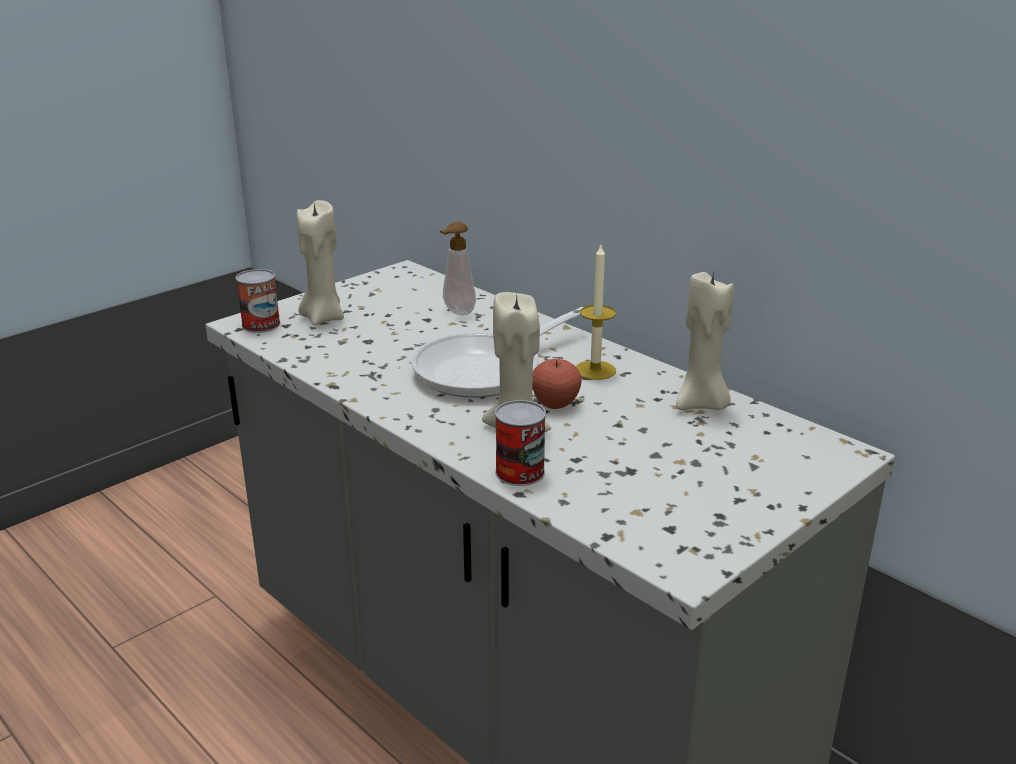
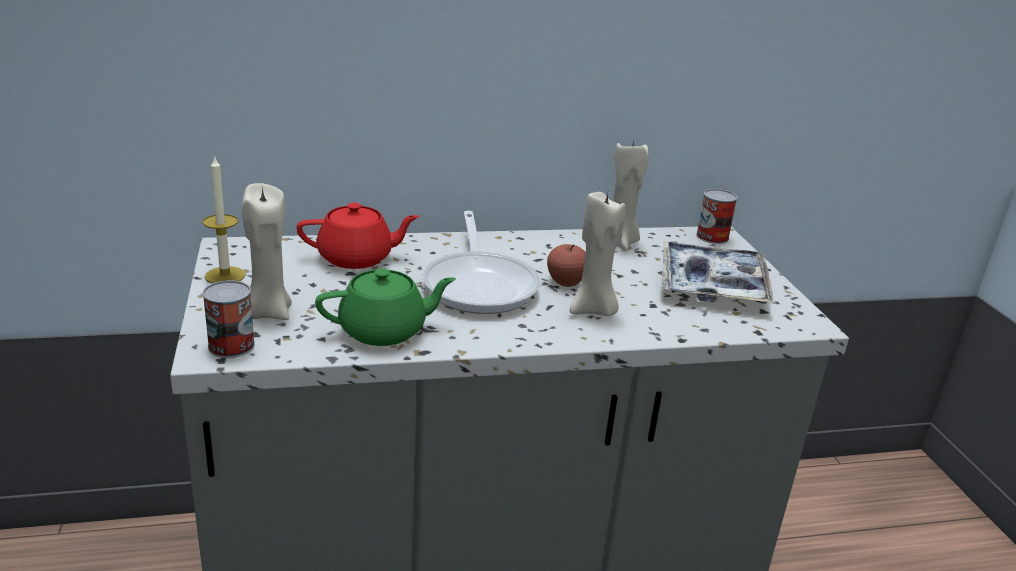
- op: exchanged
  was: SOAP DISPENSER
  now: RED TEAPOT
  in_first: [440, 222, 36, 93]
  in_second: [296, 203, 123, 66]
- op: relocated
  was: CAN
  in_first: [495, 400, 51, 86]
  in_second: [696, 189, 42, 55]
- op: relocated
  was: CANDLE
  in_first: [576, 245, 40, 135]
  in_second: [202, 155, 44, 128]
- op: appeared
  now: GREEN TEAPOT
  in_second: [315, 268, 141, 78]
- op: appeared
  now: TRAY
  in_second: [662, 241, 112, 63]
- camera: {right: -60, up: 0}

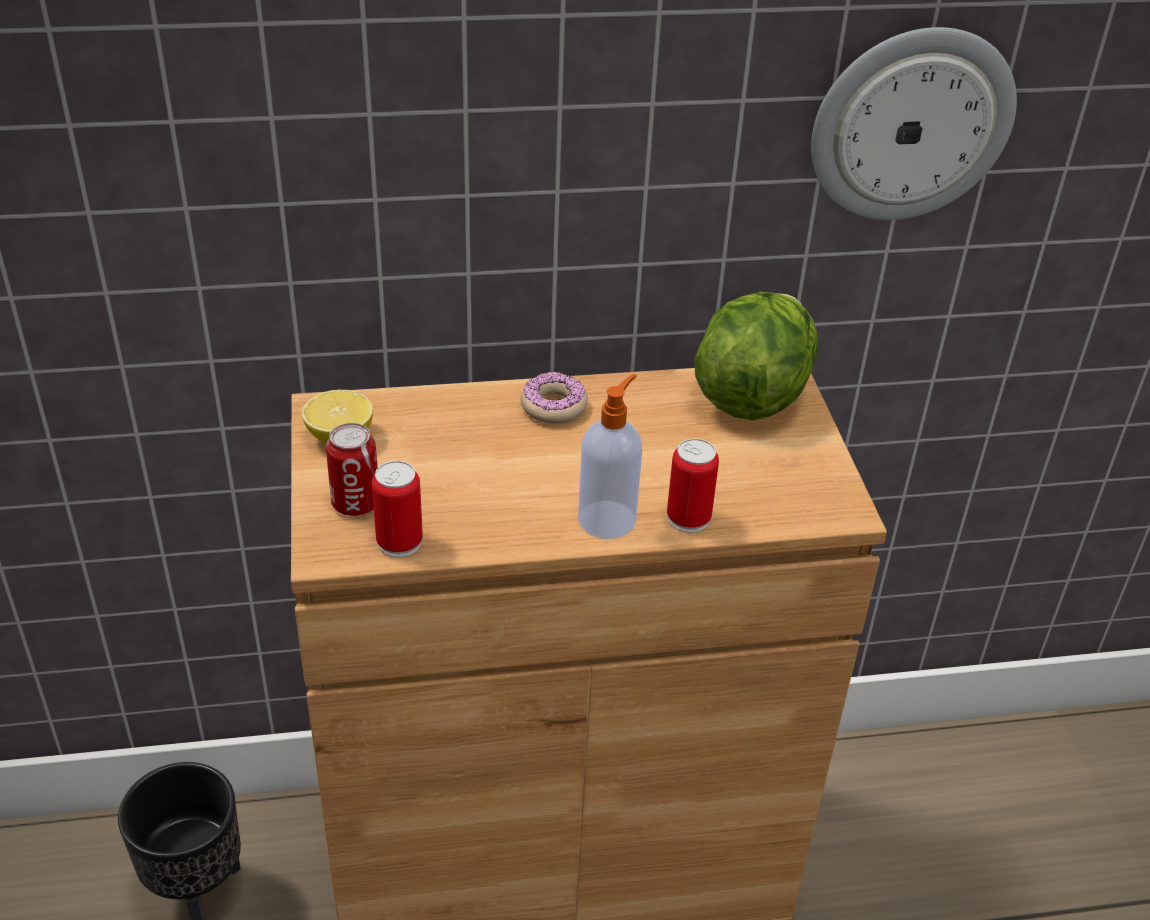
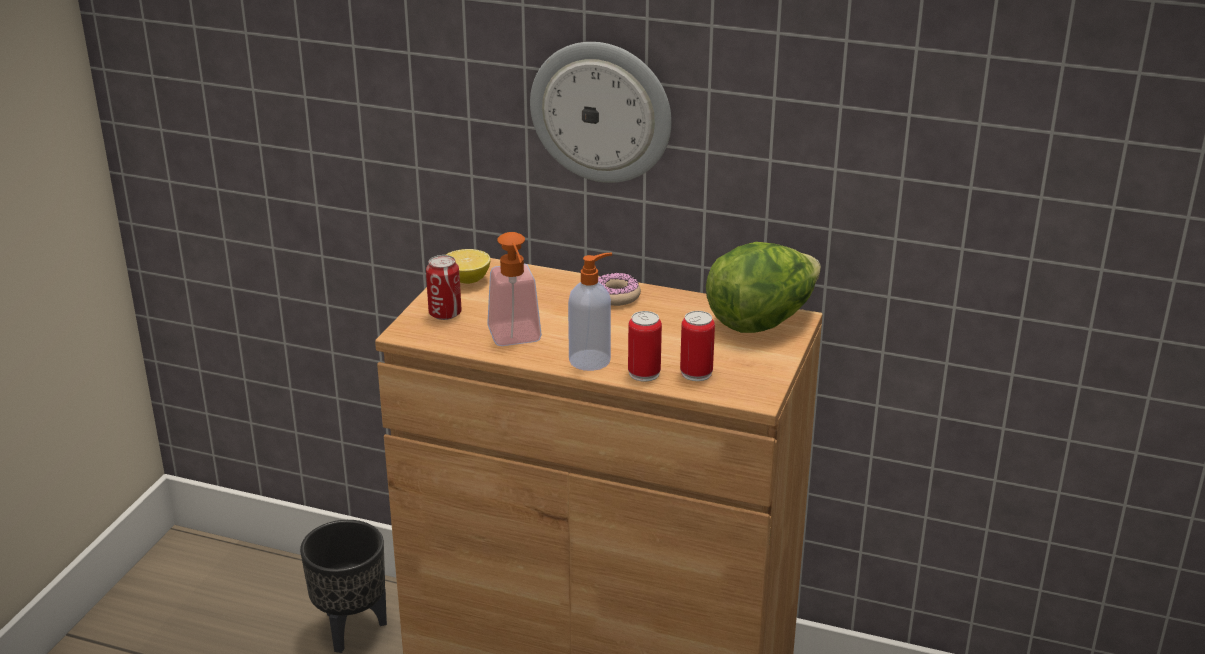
- op: relocated
  was: CAN
  in_first: [372, 461, 51, 96]
  in_second: [680, 311, 35, 70]
- op: relocated
  was: WALL CLOCK
  in_first: [811, 27, 206, 193]
  in_second: [530, 42, 142, 141]
- op: appeared
  now: SOAP DISPENSER
  in_second: [487, 232, 55, 114]
- camera: {right: 30, up: -10}

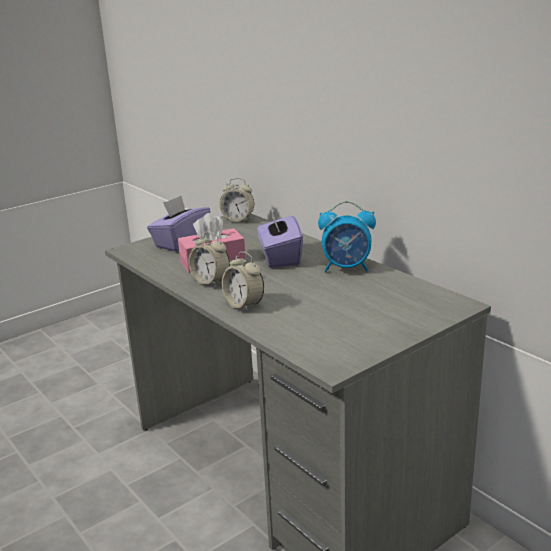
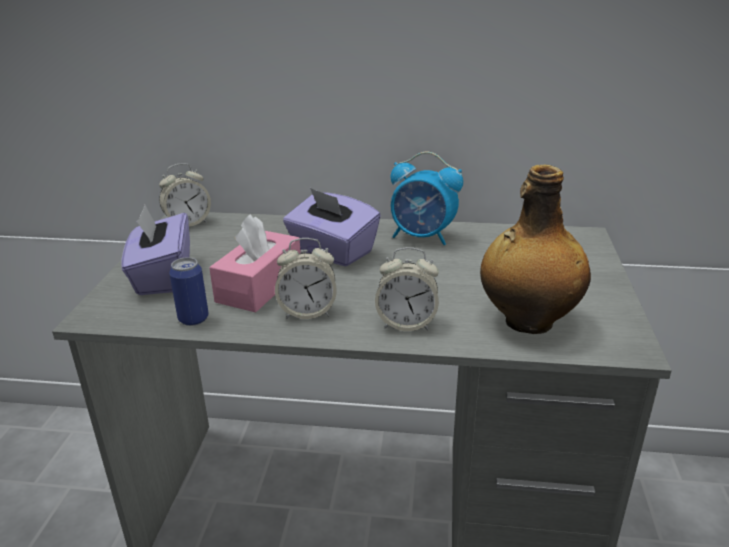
- op: spun
  was: ALARM CLOCK
  in_first: [318, 201, 58, 71]
  in_second: [391, 151, 72, 94]
  clockwise: 60
- op: appeared
  now: CAN
  in_second: [169, 257, 40, 69]
- op: appeared
  now: BOTTLE
  in_second: [480, 165, 111, 169]
- camera: {right: -45, up: 5}

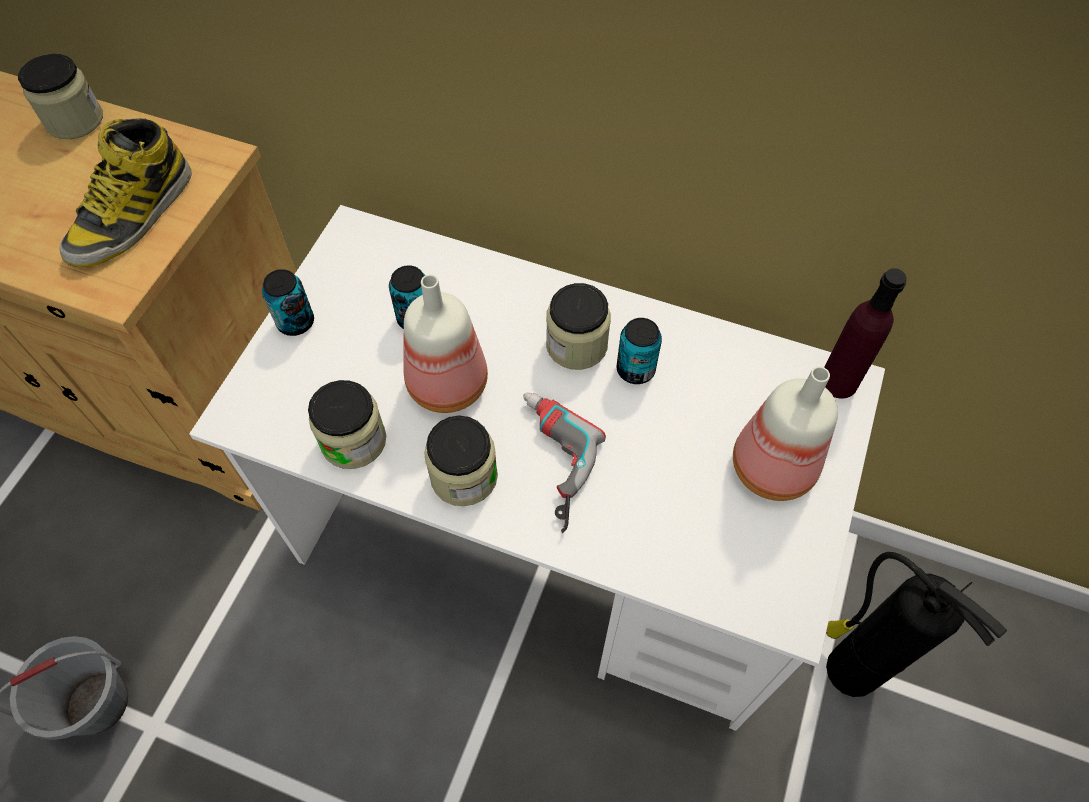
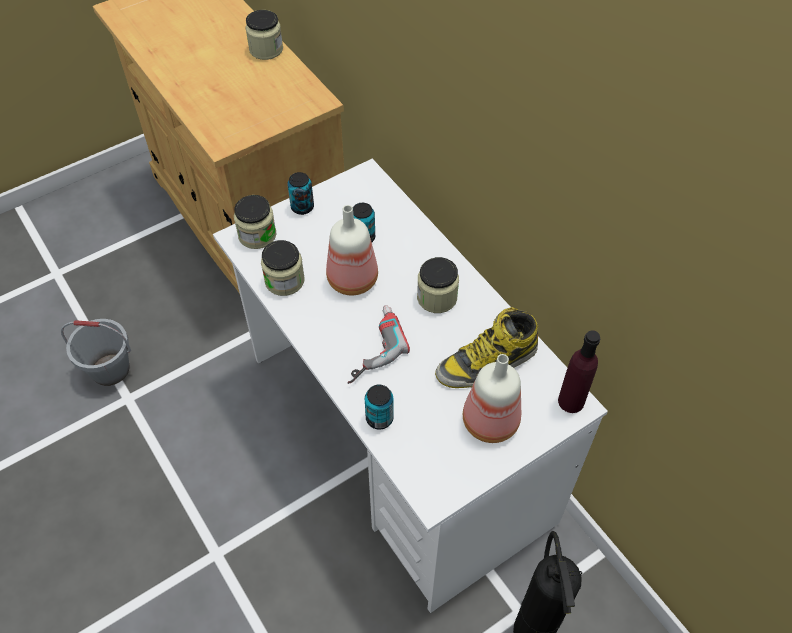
- op: relocated
  was: BOOT
  in_first: [59, 118, 133, 149]
  in_second: [435, 307, 104, 81]
- op: relocated
  was: JAR
  in_first: [424, 416, 74, 90]
  in_second: [234, 195, 43, 54]
- op: relocated
  was: CAN
  in_first: [616, 318, 46, 66]
  in_second: [365, 384, 29, 45]
- camera: {right: 35, up: -5}

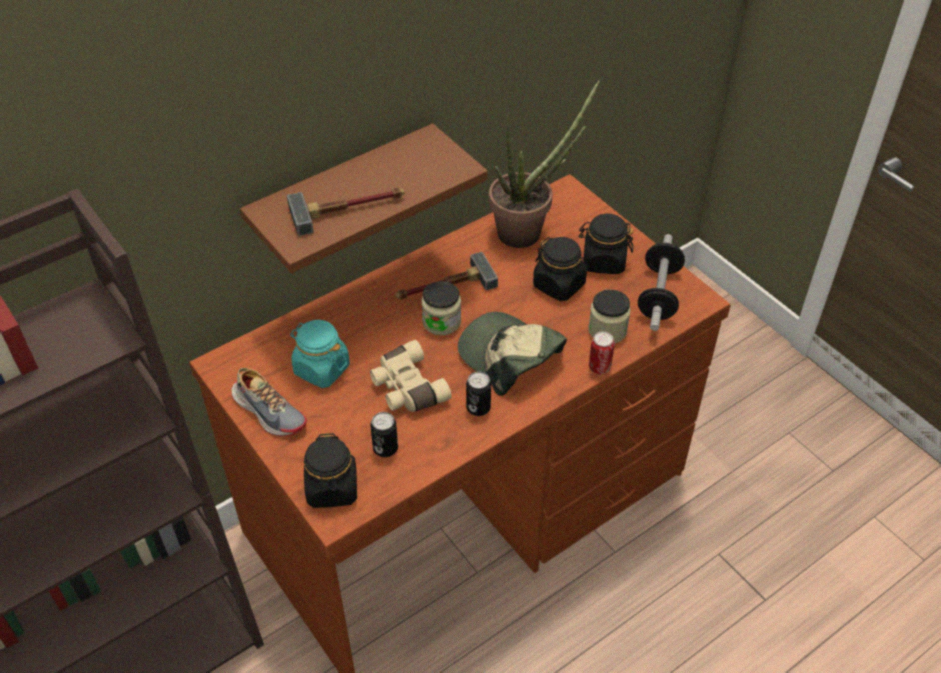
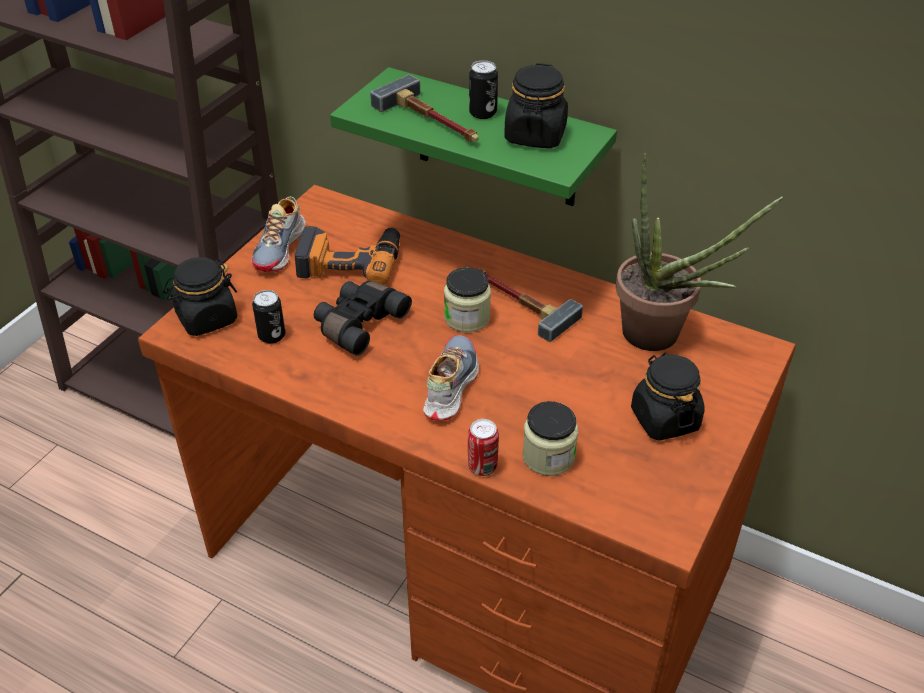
- op: colour
  was: BROWN SHELF
  now: GREEN SHELF
  in_first: [240, 123, 248, 150]
  in_second: [330, 67, 287, 139]
- op: exchanged
  was: TURQUOISE JAR
  now: POWER DRILL
  in_first: [290, 320, 60, 68]
  in_second: [294, 226, 106, 59]
- op: colour
  was: BEIGE BINOCULARS
  now: BLACK BINOCULARS
  in_first: [370, 340, 82, 72]
  in_second: [314, 281, 98, 75]
- op: exchanged
  was: CAP
  now: SHOE
  in_first: [458, 312, 109, 84]
  in_second: [423, 335, 56, 85]
- op: relocated
  was: CAN
  in_first: [466, 371, 25, 45]
  in_second: [469, 60, 29, 59]
- op: relocated
  was: BLACK JAR
  in_first: [533, 237, 55, 64]
  in_second: [504, 63, 64, 85]
- op: missing
  was: DUMBBELL
  in_first: [638, 234, 47, 97]
- camera: {right: 65, up: -5}

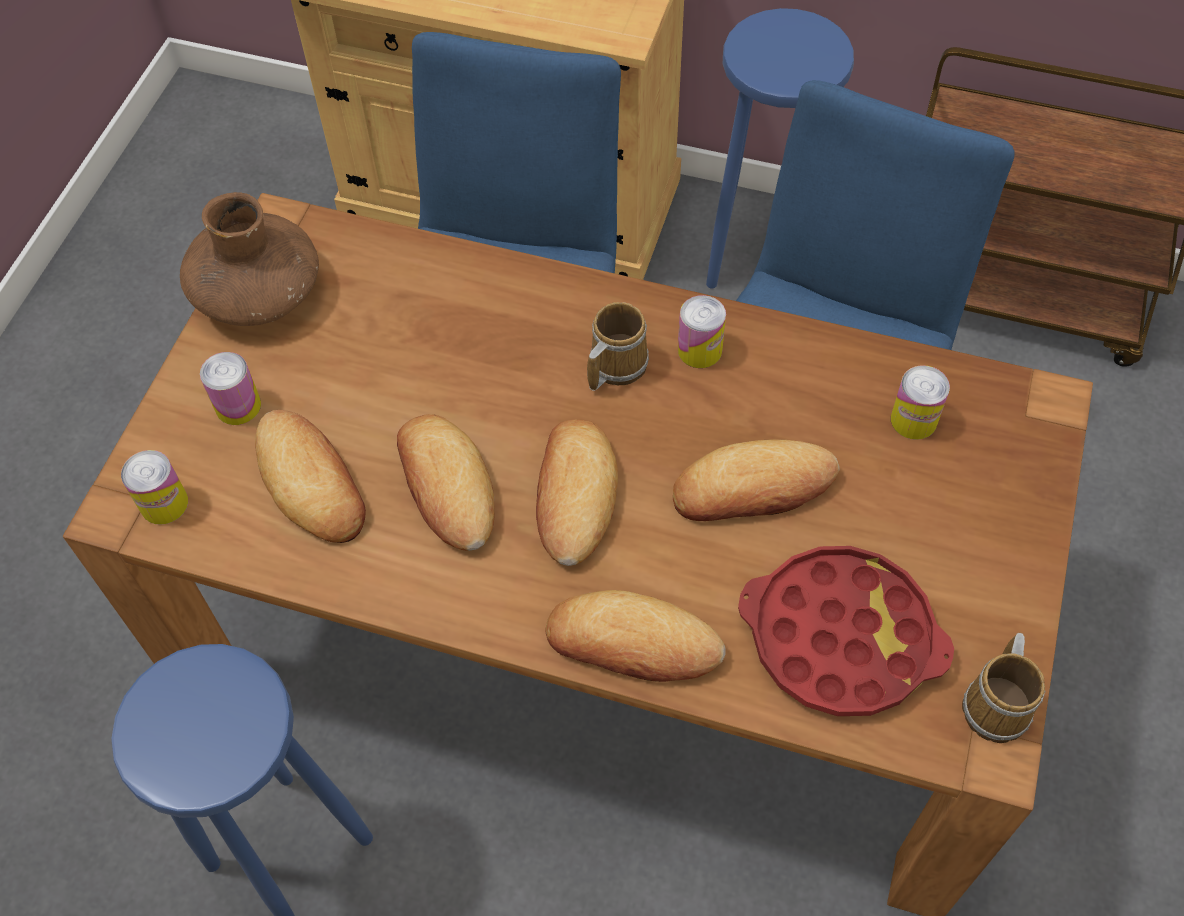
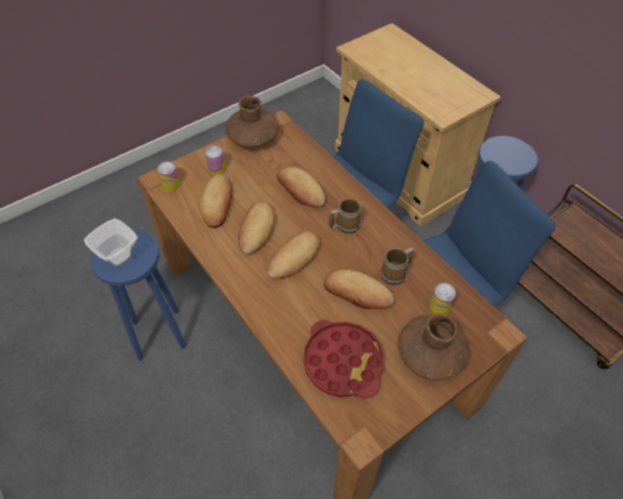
- op: relocated
  was: BREAD
  in_first: [545, 590, 181, 92]
  in_second: [277, 166, 49, 41]
- op: missing
  was: CAN
  in_first: [678, 295, 48, 73]
- op: relocated
  was: MUG
  in_first: [962, 633, 83, 110]
  in_second: [380, 248, 33, 37]
- op: appeared
  now: BOWL
  in_second: [84, 218, 54, 49]
- op: appeared
  now: BROWN VASE
  in_second: [398, 313, 71, 68]
- camera: {right: 35, up: -5}

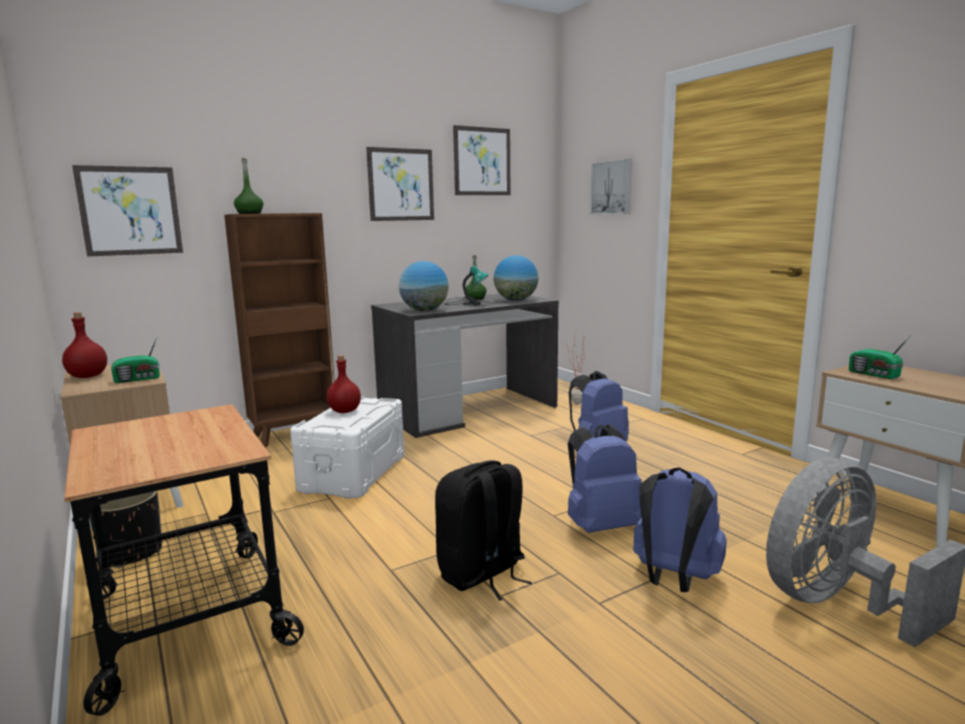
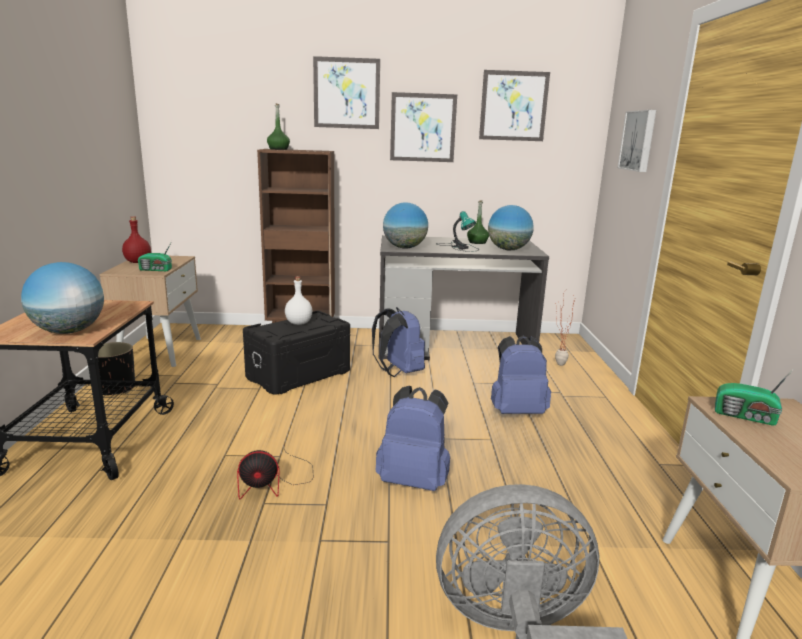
- op: relocated
  was: PICTURE
  in_first: [72, 165, 111, 92]
  in_second: [313, 56, 67, 73]
- op: colour
  was: WHITE STORAGE BOX
  now: BLACK STORAGE BOX
  in_first: [290, 397, 114, 102]
  in_second: [243, 311, 107, 84]
- op: colour
  was: RED BOTTLE
  now: WHITE BOTTLE
  in_first: [327, 355, 34, 58]
  in_second: [285, 276, 27, 49]
- op: exchanged
  was: BLACK BACKPACK
  now: FAN
  in_first: [435, 460, 97, 141]
  in_second: [237, 445, 77, 54]
- op: relocated
  was: BLUE BACKPACK
  in_first: [633, 468, 94, 124]
  in_second: [372, 307, 53, 70]
- op: spun
  was: RADIO
  in_first: [849, 335, 62, 44]
  in_second: [715, 370, 78, 56]
  clockwise: -60
- op: appeared
  now: GLOBE
  in_second: [21, 262, 83, 72]
- camera: {right: 30, up: 5}

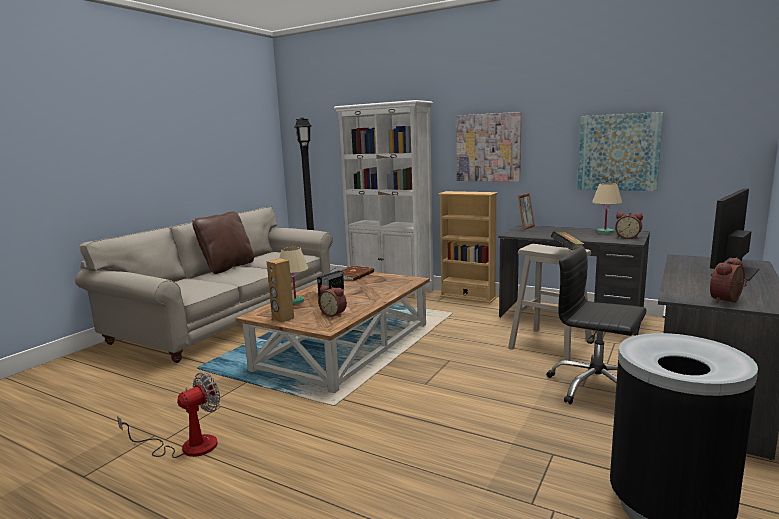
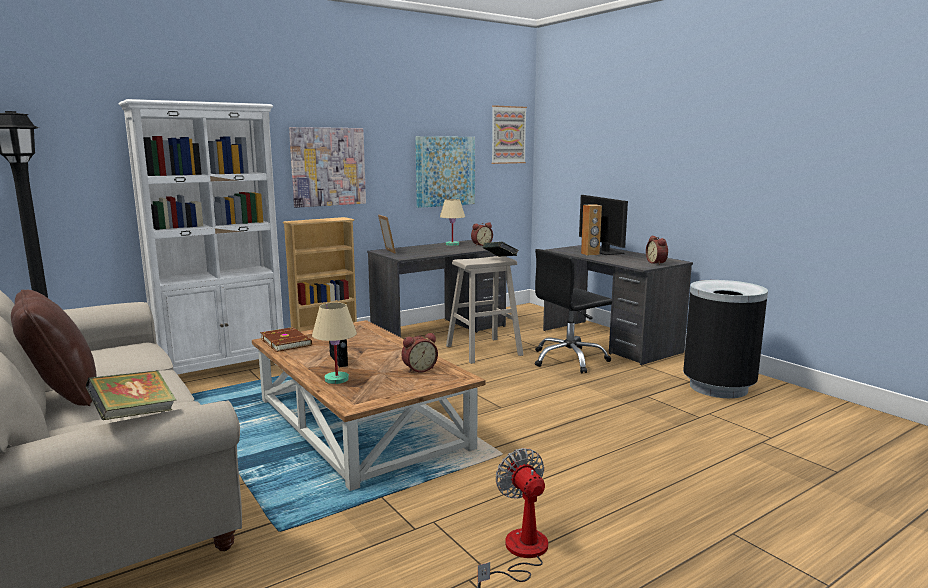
- op: relocated
  was: BROWN SPEAKER
  in_first: [267, 258, 27, 65]
  in_second: [581, 204, 21, 52]
- op: appeared
  now: BOOK
  in_second: [86, 370, 90, 50]
- op: appeared
  now: PICTURE
  in_second: [491, 105, 36, 59]
- camera: {right: -65, up: 0}

